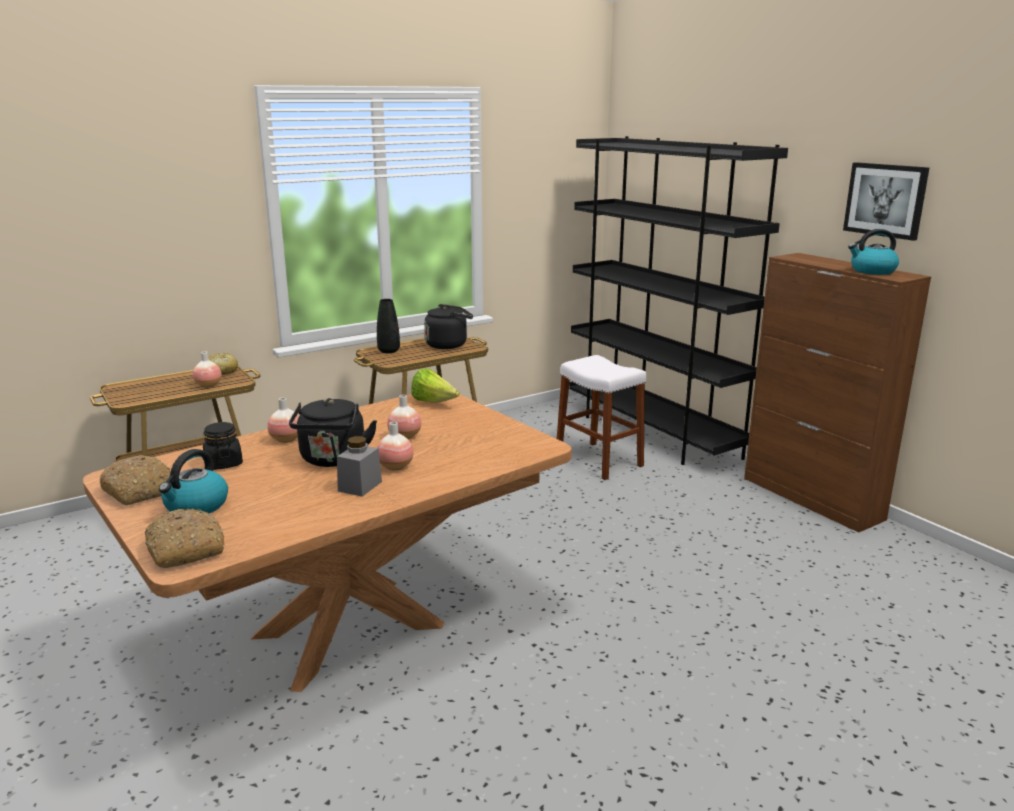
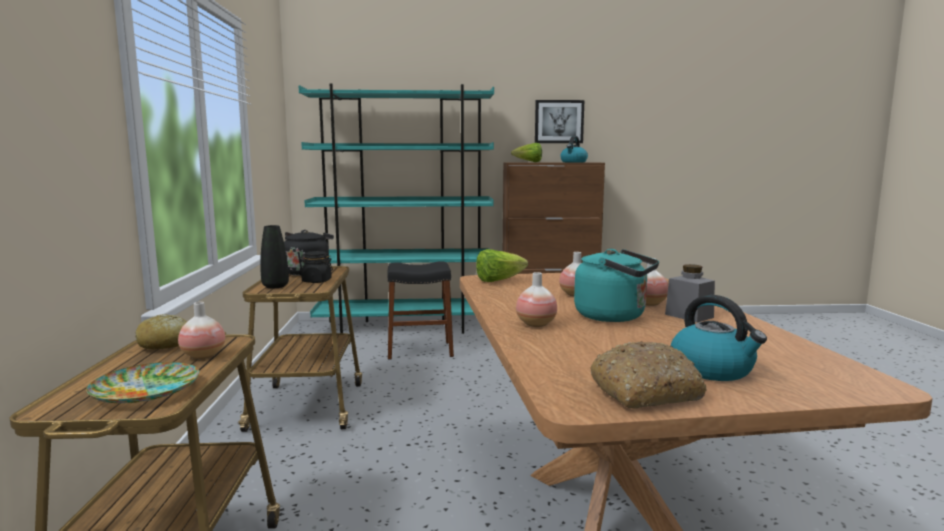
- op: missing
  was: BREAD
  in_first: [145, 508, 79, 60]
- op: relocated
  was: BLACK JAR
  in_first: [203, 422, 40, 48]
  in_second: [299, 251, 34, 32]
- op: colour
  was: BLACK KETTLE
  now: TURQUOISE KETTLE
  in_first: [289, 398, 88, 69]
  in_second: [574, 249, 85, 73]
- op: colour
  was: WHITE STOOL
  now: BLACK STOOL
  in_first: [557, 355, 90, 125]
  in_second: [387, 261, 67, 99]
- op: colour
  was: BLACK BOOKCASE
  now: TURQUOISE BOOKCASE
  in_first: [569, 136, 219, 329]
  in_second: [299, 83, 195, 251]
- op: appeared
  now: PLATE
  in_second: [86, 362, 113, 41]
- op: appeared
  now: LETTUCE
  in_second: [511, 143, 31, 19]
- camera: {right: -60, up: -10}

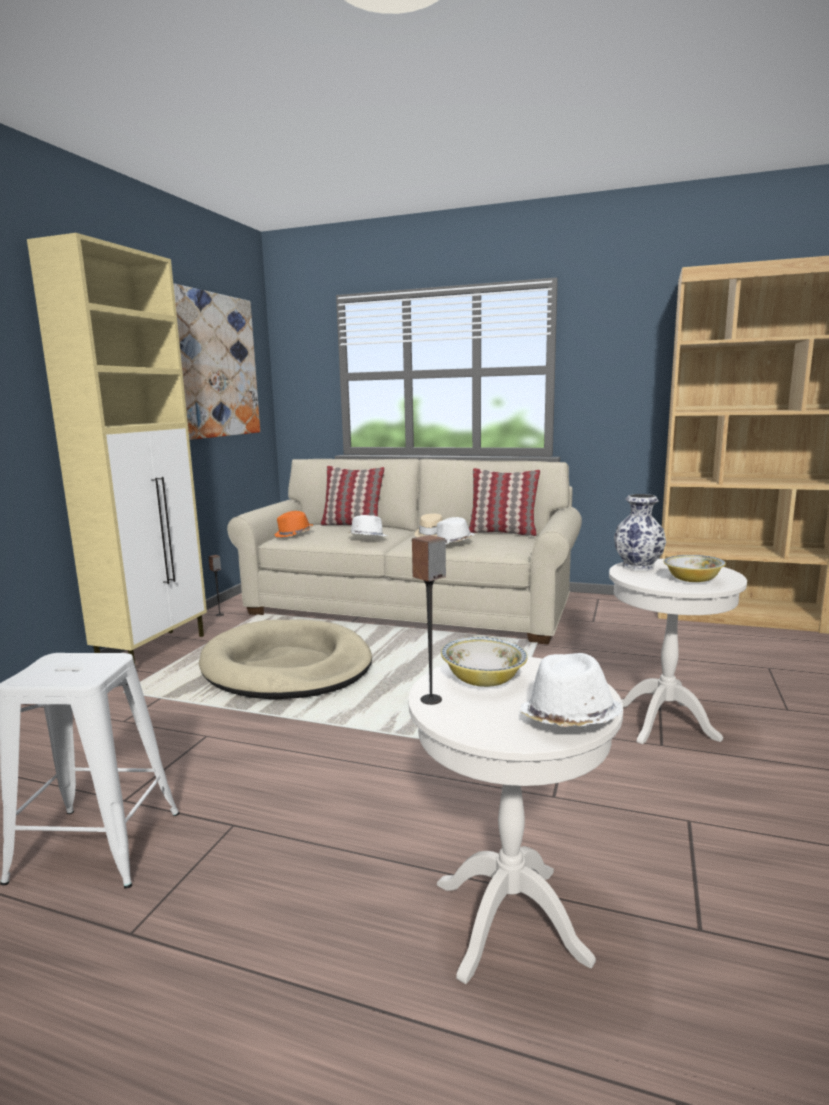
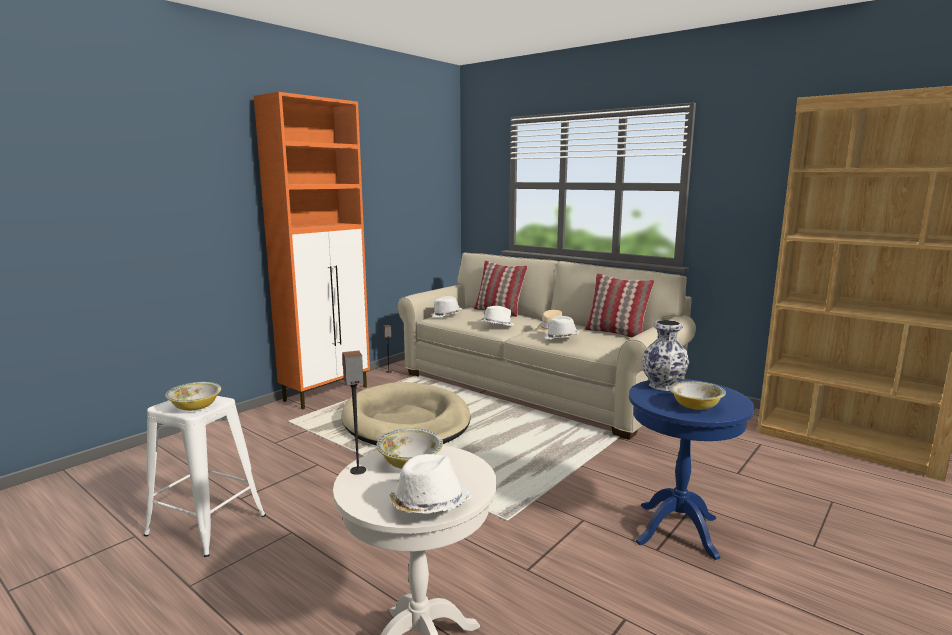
- op: colour
  was: BEIGE CABINET
  now: ORANGE CABINET
  in_first: [27, 233, 180, 435]
  in_second: [254, 92, 116, 317]
- op: missing
  was: PICTURE
  in_first: [173, 283, 87, 157]
- op: colour
  was: ORANGE HAT
  now: WHITE HAT
  in_first: [274, 511, 39, 26]
  in_second: [431, 296, 31, 21]
- op: colour
  was: WHITE SIDE TABLE
  now: BLUE SIDE TABLE
  in_first: [609, 559, 138, 185]
  in_second: [629, 379, 125, 181]
- op: appeared
  now: BOWL
  in_second: [165, 382, 56, 29]
- camera: {right: 20, up: 0}

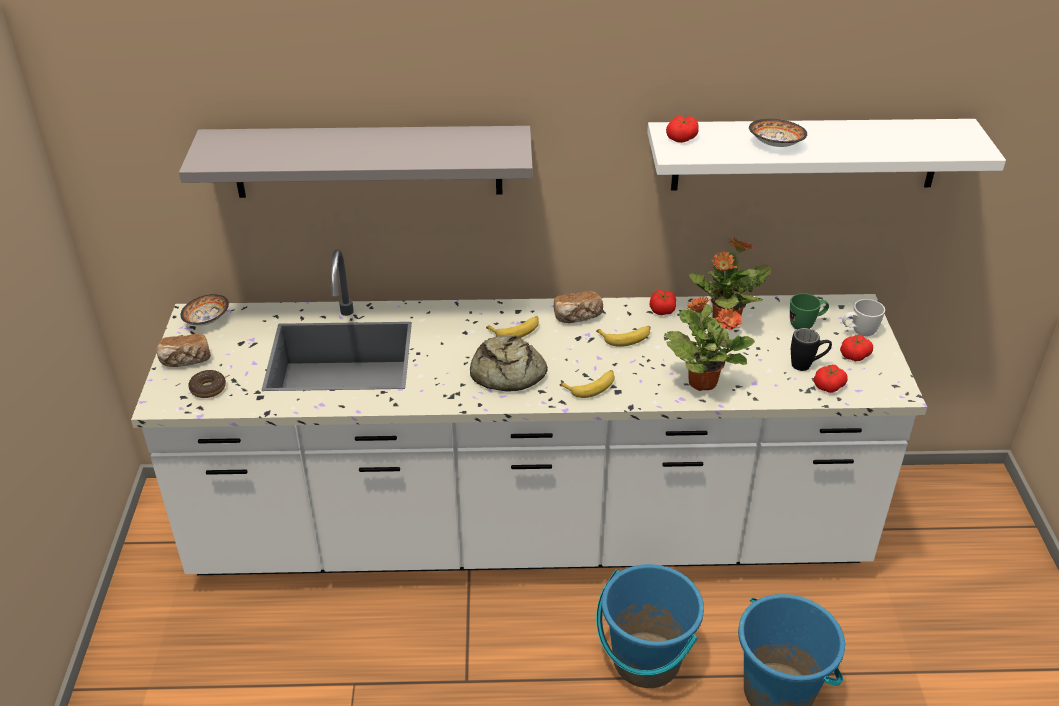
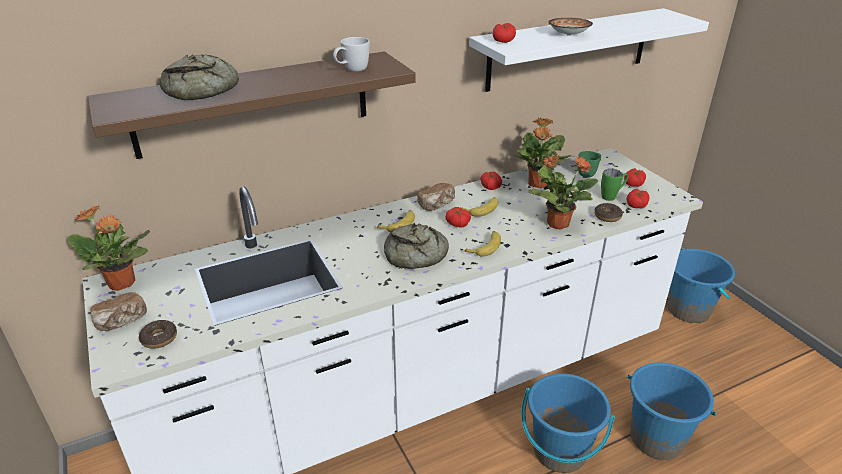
- op: colour
  was: GREY SHELF
  now: BROWN SHELF
  in_first: [179, 126, 354, 72]
  in_second: [87, 51, 329, 108]
- op: exchanged
  was: BOWL
  now: POTTED PLANT
  in_first: [181, 294, 48, 32]
  in_second: [67, 206, 83, 85]
- op: colour
  was: BLACK MUG
  now: GREEN MUG
  in_first: [791, 328, 41, 43]
  in_second: [601, 169, 27, 32]
- op: relocated
  was: WHITE MUG
  in_first: [842, 299, 43, 37]
  in_second: [333, 37, 37, 35]
- op: appeared
  now: BREAD
  in_second: [160, 54, 79, 46]
- op: appeared
  now: TOMATO
  in_second: [446, 207, 25, 21]
- op: appeared
  now: DONUT
  in_second: [594, 203, 29, 19]
- op: appeared
  now: BLUE BUCKET
  in_second: [667, 249, 68, 74]
- camera: {right: -25, up: -5}

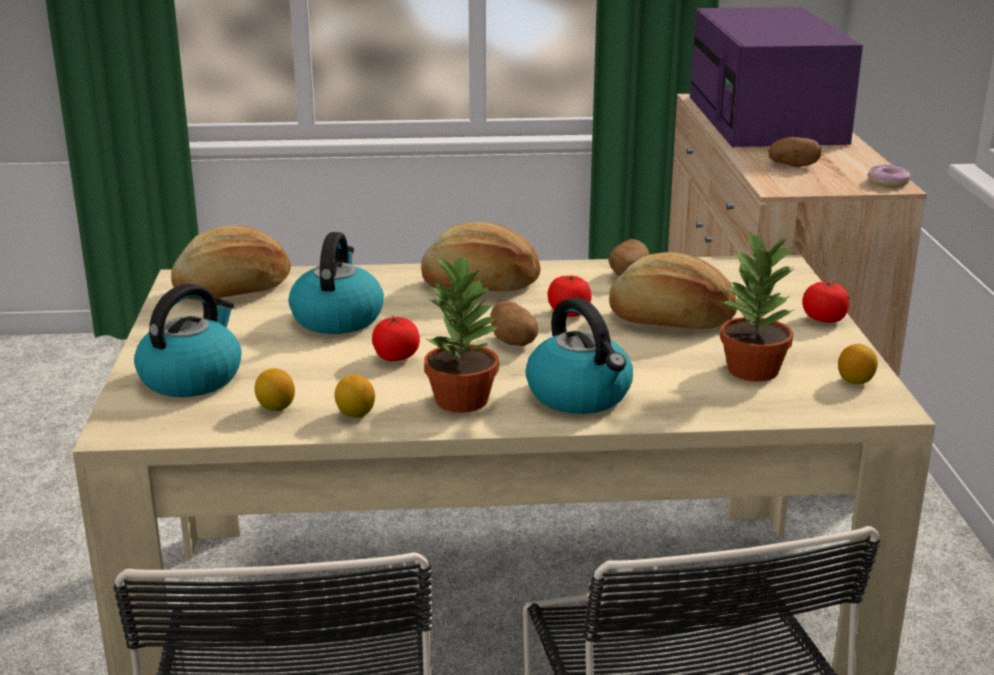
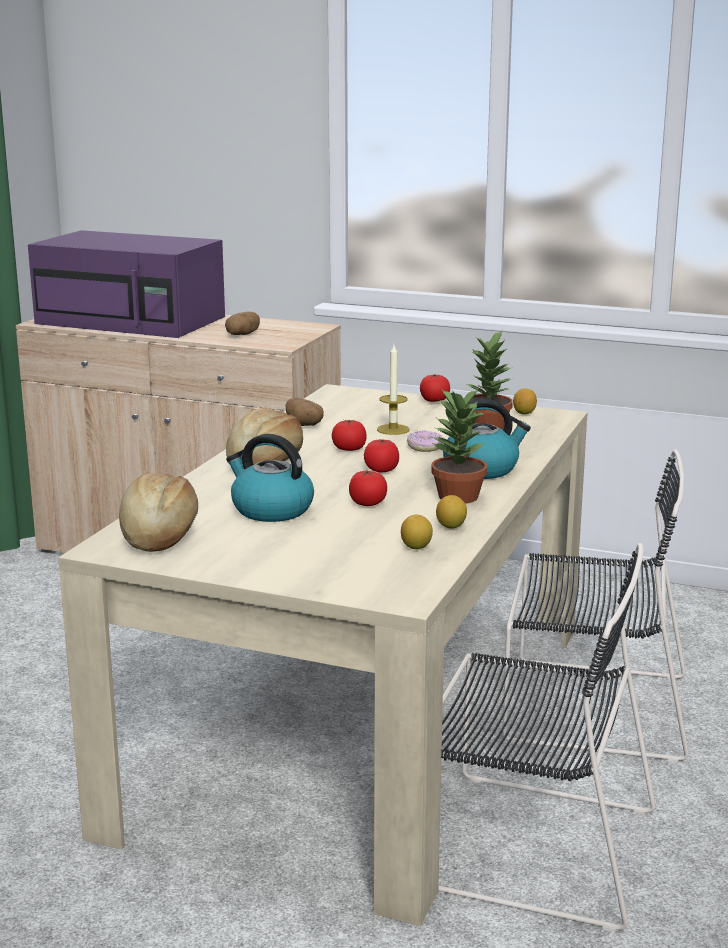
- op: missing
  was: KETTLE
  in_first: [134, 284, 107, 113]
- op: exchanged
  was: POTATO
  now: TOMATO
  in_first: [490, 301, 48, 45]
  in_second: [364, 439, 35, 33]
- op: exchanged
  was: BREAD
  now: CANDLE
  in_first: [609, 252, 128, 77]
  in_second: [377, 345, 33, 90]
- op: relocated
  was: DONUT
  in_first: [867, 165, 44, 23]
  in_second: [407, 431, 36, 21]
- camera: {right: -65, up: -5}

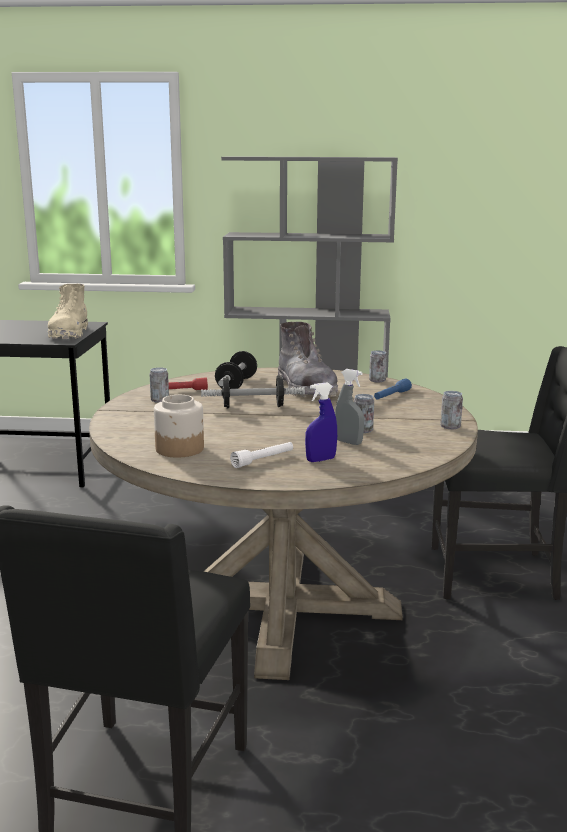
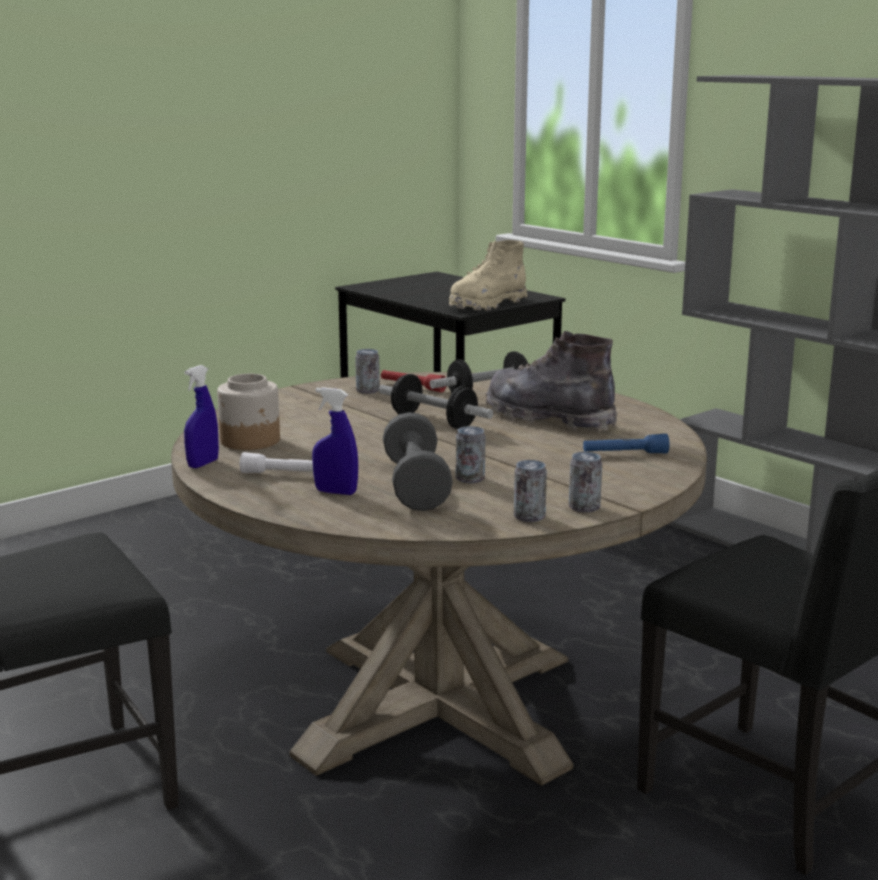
- op: spun
  was: GREY BOOT
  in_first: [278, 322, 60, 76]
  in_second: [486, 331, 131, 100]
  clockwise: 105
- op: exchanged
  was: GREY SPRAY BOTTLE
  now: GREY DUMBBELL
  in_first: [335, 369, 29, 76]
  in_second: [383, 412, 70, 99]
- op: relocated
  was: CAN
  in_first: [369, 350, 18, 33]
  in_second: [514, 460, 33, 62]
- op: appeared
  now: BLUE SPRAY BOTTLE
  in_second: [184, 365, 35, 103]
- camera: {right: 45, up: 0}

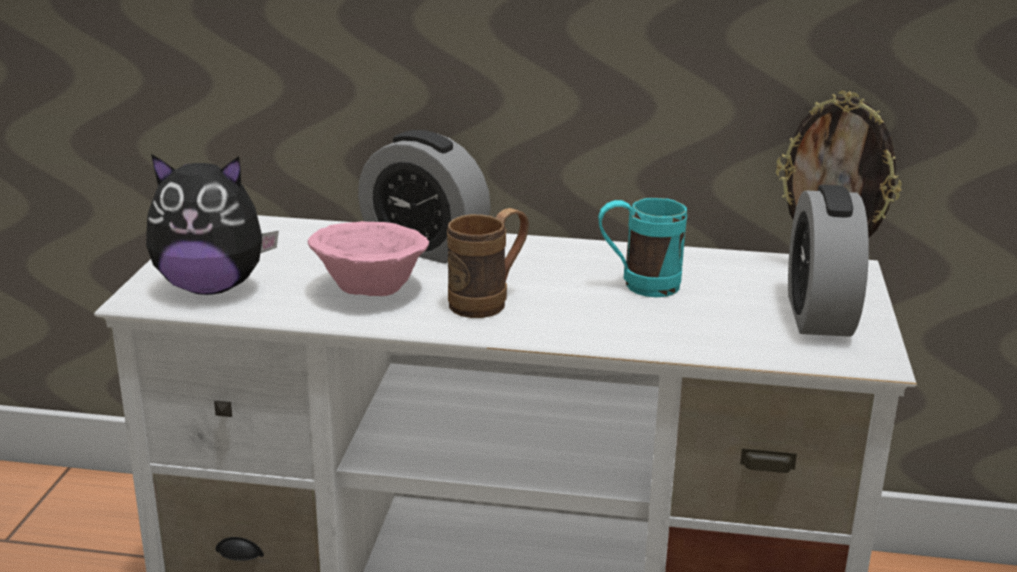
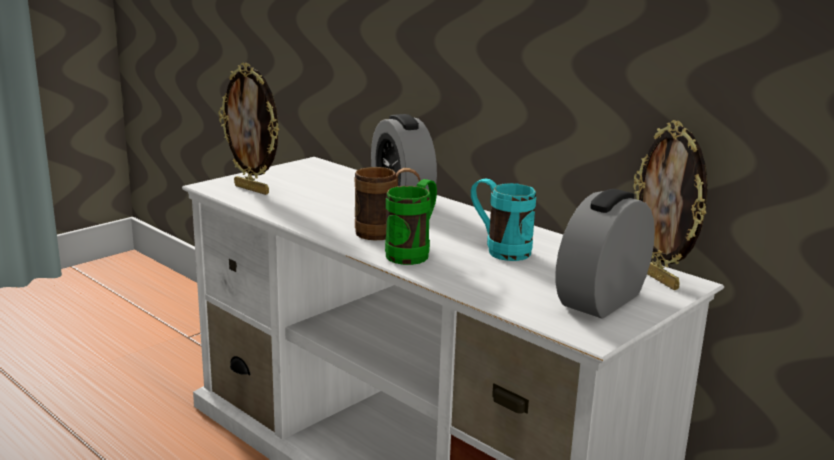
- op: exchanged
  was: PLUSH TOY
  now: PICTURE FRAME
  in_first: [146, 154, 133, 141]
  in_second: [218, 63, 62, 132]
- op: missing
  was: PINK BOWL
  in_first: [308, 221, 121, 75]
- op: appeared
  now: GREEN MUG
  in_second: [385, 179, 52, 86]
- camera: {right: 35, up: -5}

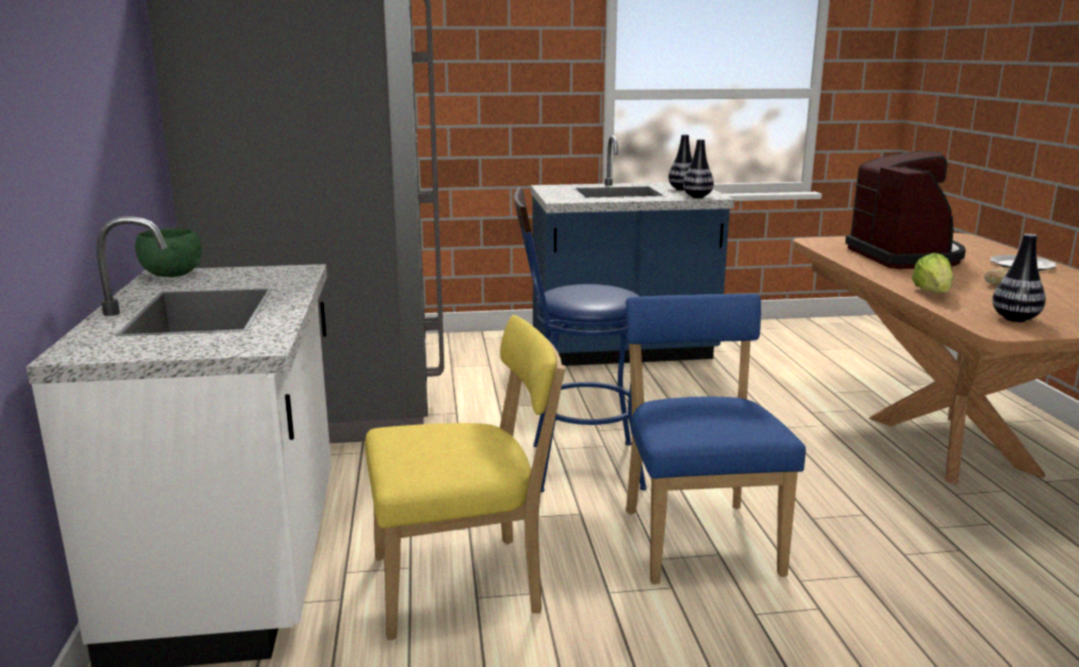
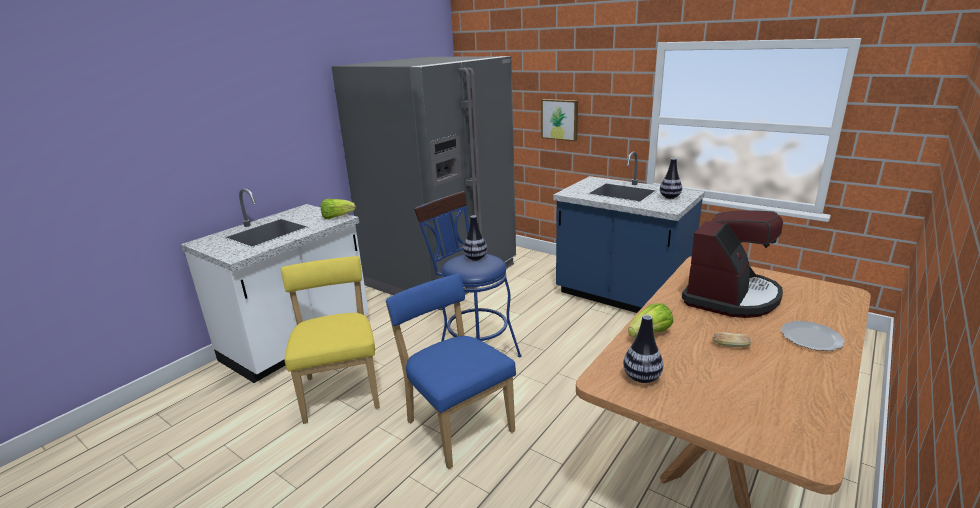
- op: missing
  was: GREEN BOWL
  in_first: [135, 228, 67, 49]
- op: spun
  was: YELLOW CHAIR
  in_first: [365, 315, 201, 325]
  in_second: [281, 256, 99, 168]
  clockwise: -135
- op: spun
  was: BLUE CHAIR
  in_first: [626, 294, 180, 290]
  in_second: [385, 274, 131, 195]
  clockwise: -75
- op: relocated
  was: VASE
  in_first: [683, 139, 31, 59]
  in_second: [463, 215, 24, 46]
- op: appeared
  now: LETTUCE
  in_second: [321, 199, 35, 20]
- op: appeared
  now: PICTURE
  in_second: [541, 99, 37, 42]
- camera: {right: 45, up: 5}

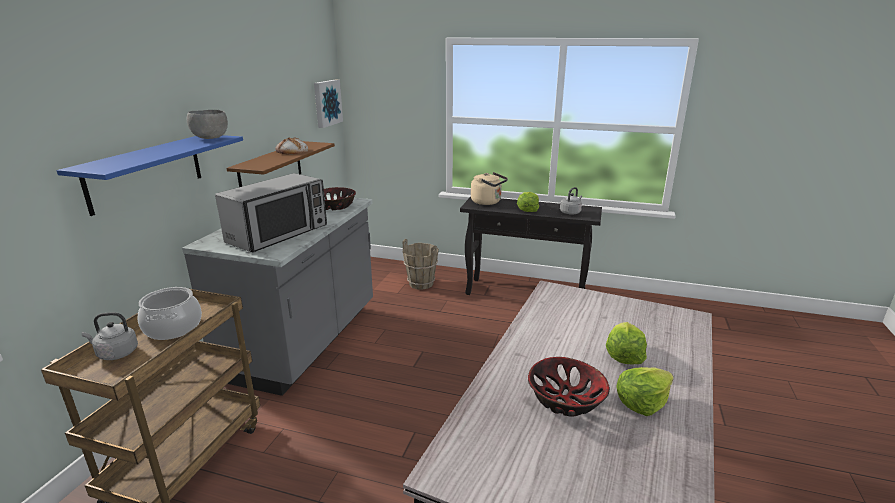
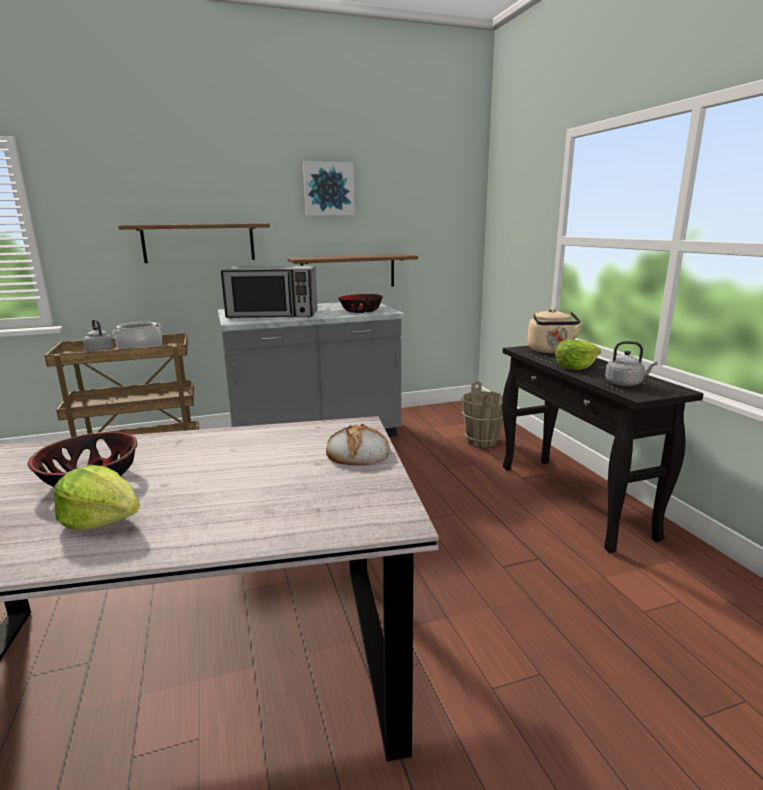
- op: colour
  was: BLUE SHELF
  now: BROWN SHELF
  in_first: [57, 135, 186, 81]
  in_second: [118, 224, 152, 39]
- op: missing
  was: GREY BOWL
  in_first: [187, 110, 41, 29]
- op: relocated
  was: BREAD
  in_first: [275, 137, 33, 17]
  in_second: [326, 424, 64, 41]
- op: relocated
  was: PICTURE
  in_first: [314, 79, 29, 49]
  in_second: [303, 161, 52, 55]
- op: missing
  was: LETTUCE
  in_first: [606, 322, 41, 42]
- camera: {right: 55, up: -5}

